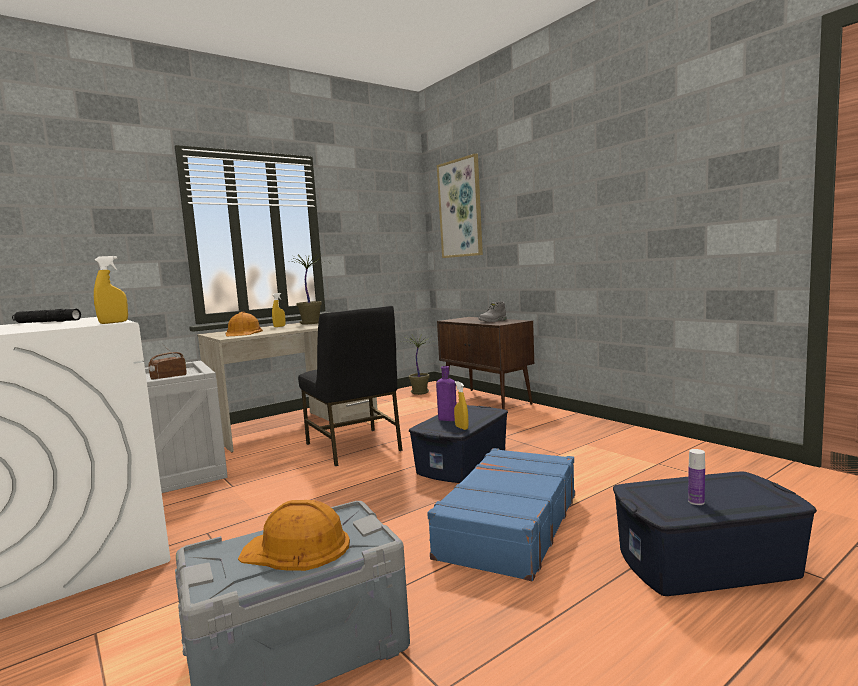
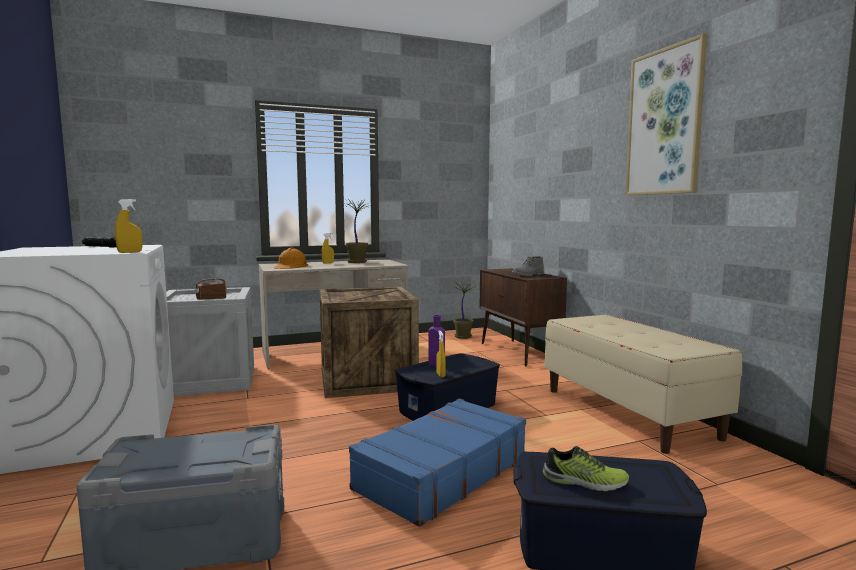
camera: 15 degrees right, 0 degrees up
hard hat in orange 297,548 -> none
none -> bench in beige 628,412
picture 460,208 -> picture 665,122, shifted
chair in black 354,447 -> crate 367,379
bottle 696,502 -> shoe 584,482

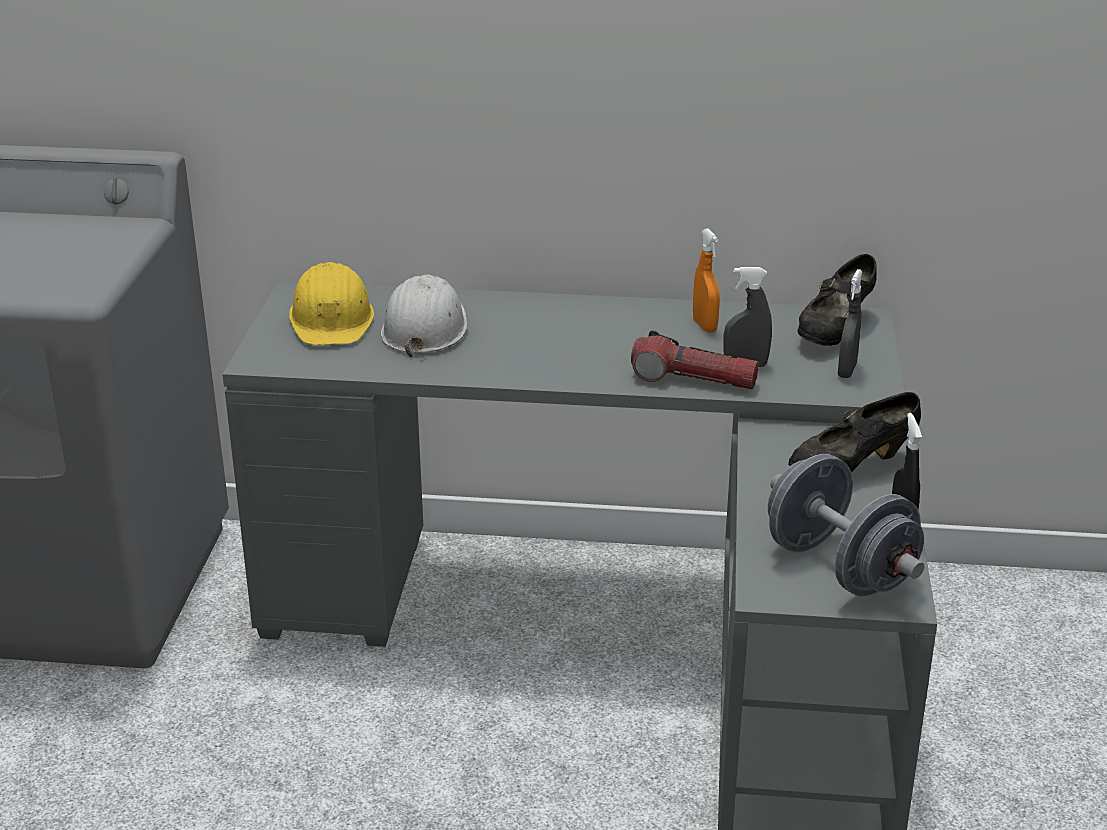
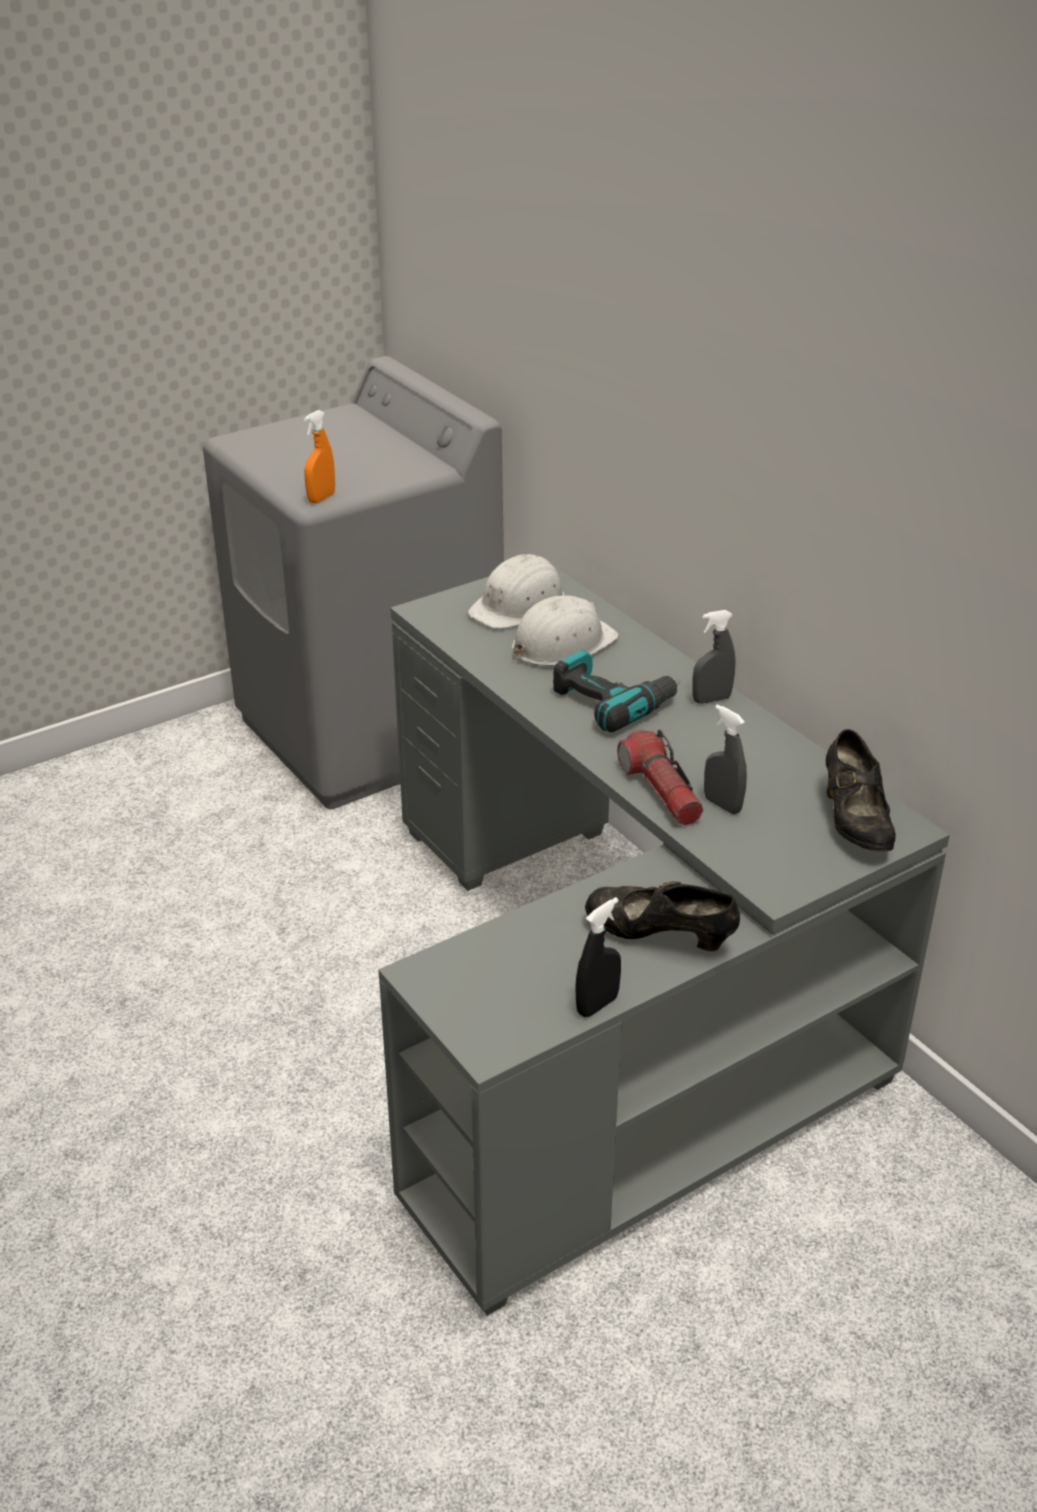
camera: 50 degrees right, 5 degrees up
dumbbell in grey 839,568 -> none
none -> power drill 612,702
spray bottle in orange 704,326 -> spray bottle in orange 321,498, shifted
spray bottle in grey 847,371 -> spray bottle in grey 711,699, shifted
hard hat in yellow 332,320 -> hard hat in white 519,605
shoe in black 834,331 -> shoe in black 854,823, 90 degrees counterclockwise

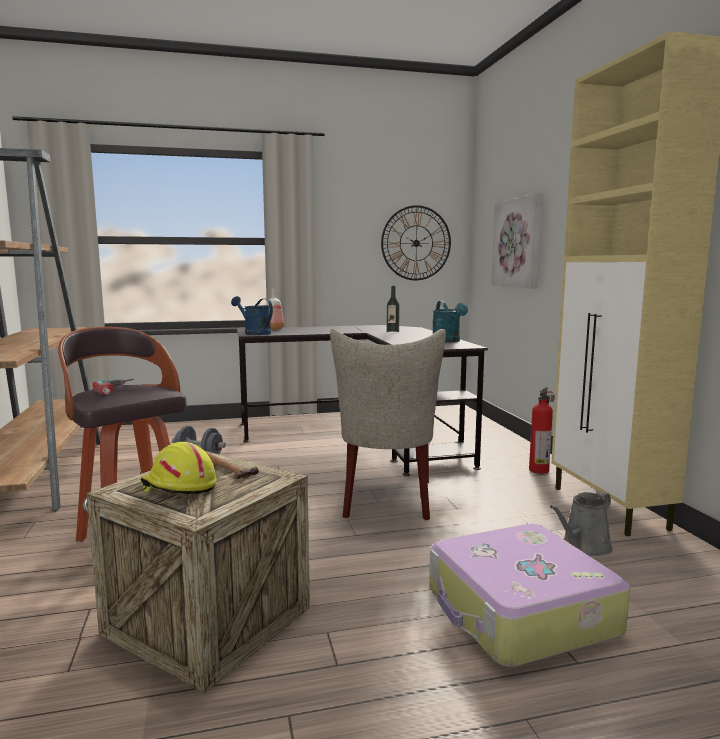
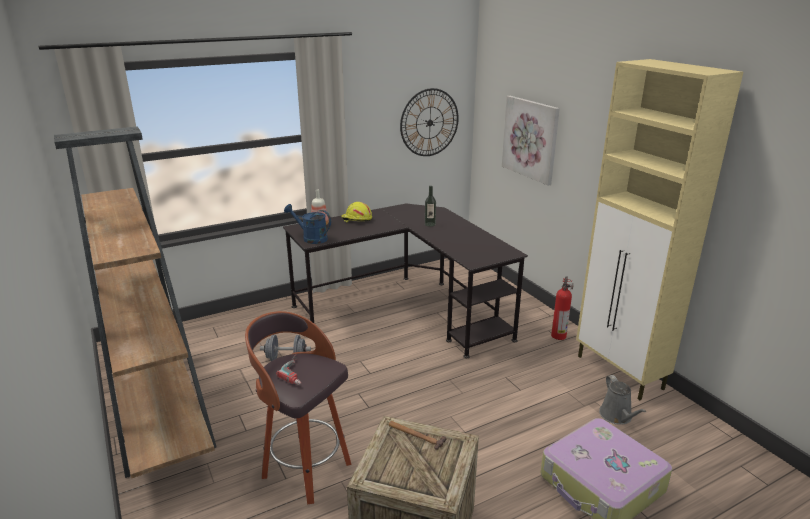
camera: 15 degrees left, 15 degrees up
chair in beige 387,501 -> none
watering can in turquoise 448,341 -> none
hard hat in yellow 178,487 -> hard hat in yellow 356,219, shifted
watering can in grey 583,547 -> watering can in grey 617,416, 45 degrees counterclockwise

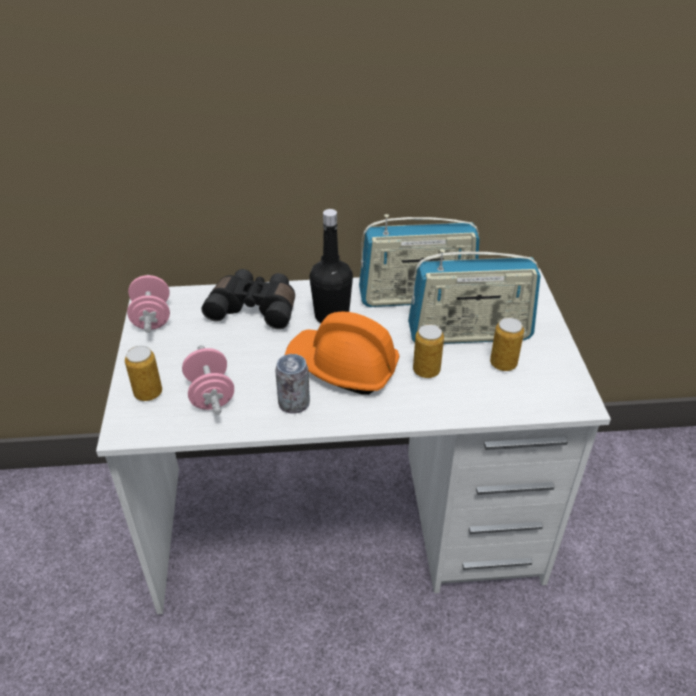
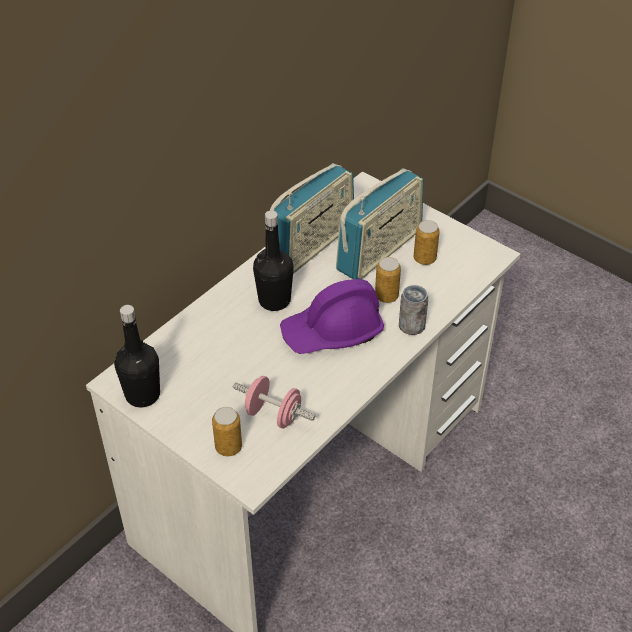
camera: 45 degrees left, 5 degrees up
binoculars in black 255,308 -> none
can 294,403 -> can 411,326, shifted
dumbbell in pink 152,318 -> bottle in black 142,395
hard hat in orange 342,367 -> hard hat in purple 332,332

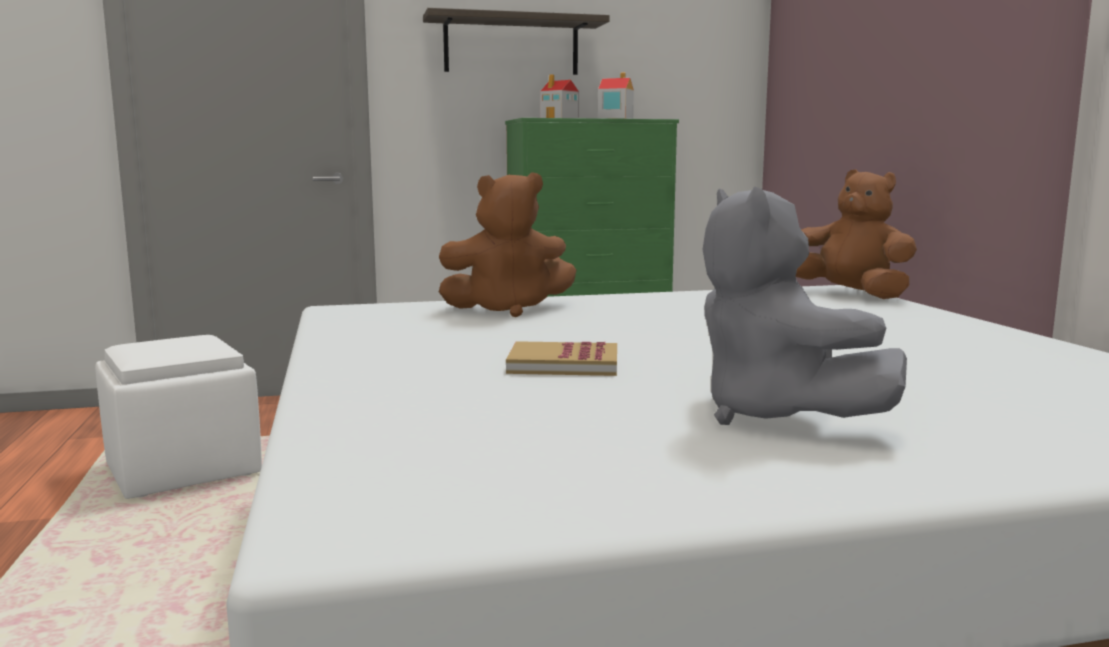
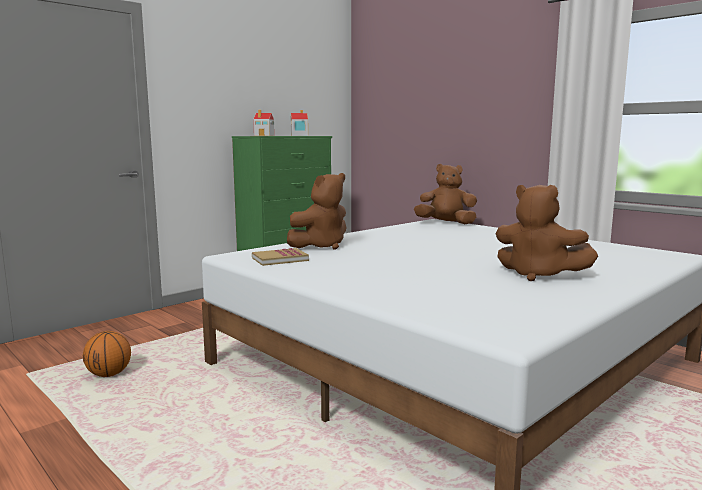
camera: 30 degrees left, 0 degrees up
shelf 511,46 -> none
book 563,364 -> book 280,259, shifted
ottoman in white 181,470 -> basketball 109,374
plush toy in grey 775,415 -> plush toy in brown 538,275

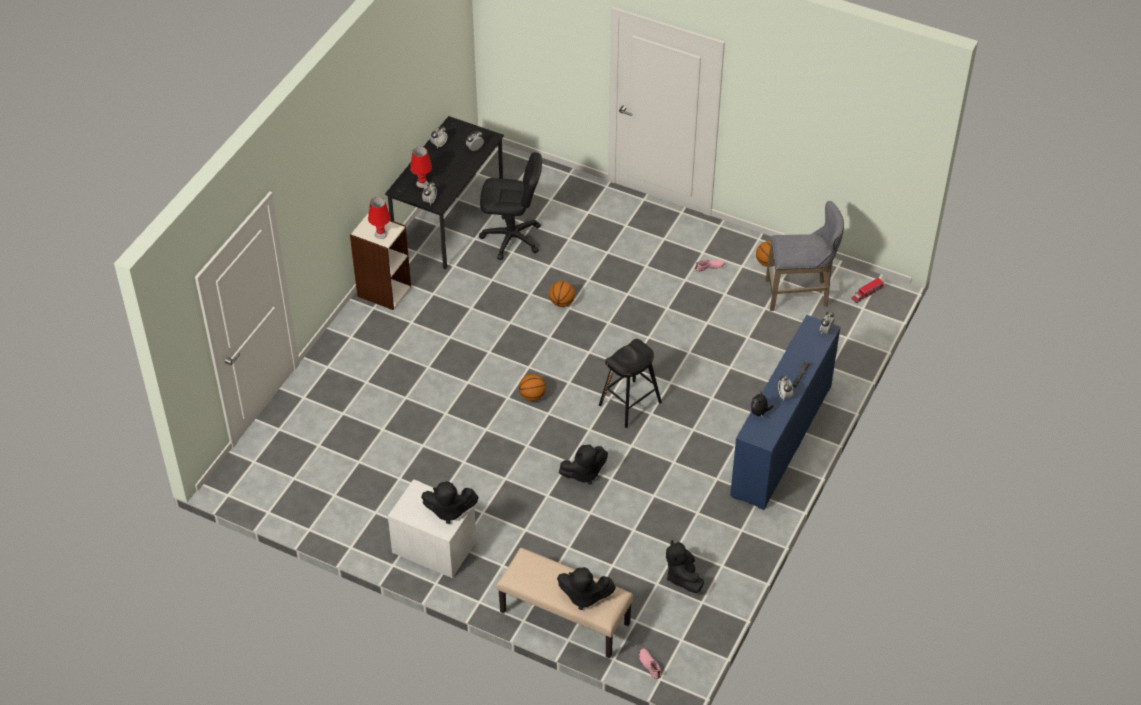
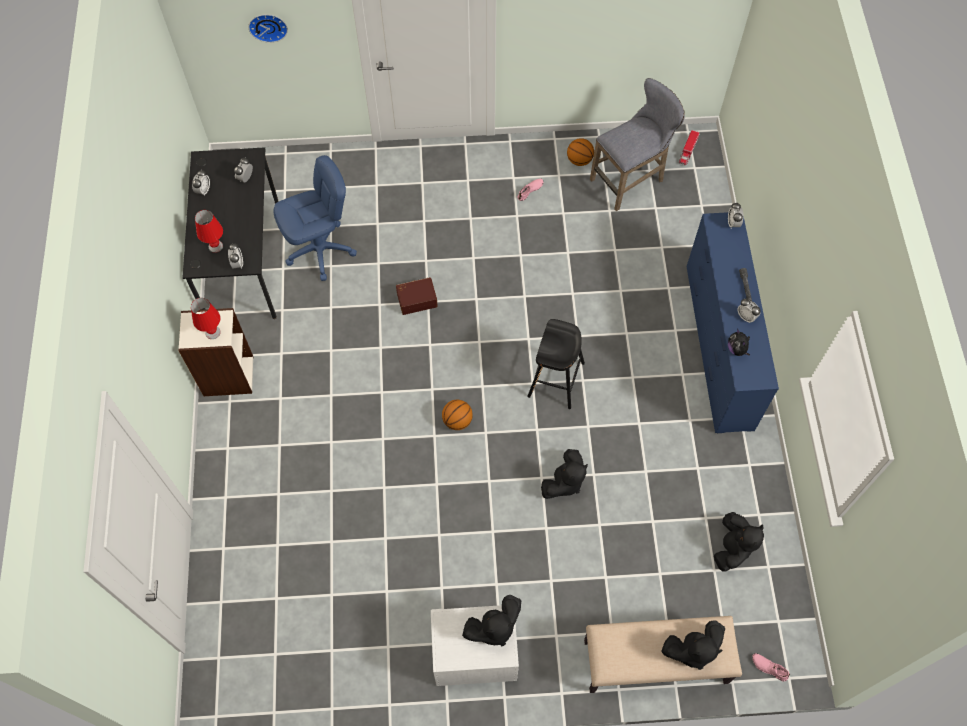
camera: 30 degrees left, 15 degrees up
none -> wall clock 268,26
basketball 561,302 -> storage box in brown 416,299
office chair in black 512,238 -> office chair in blue 320,250
plush toy in black 682,577 -> plush toy in black 732,548, 120 degrees counterclockwise

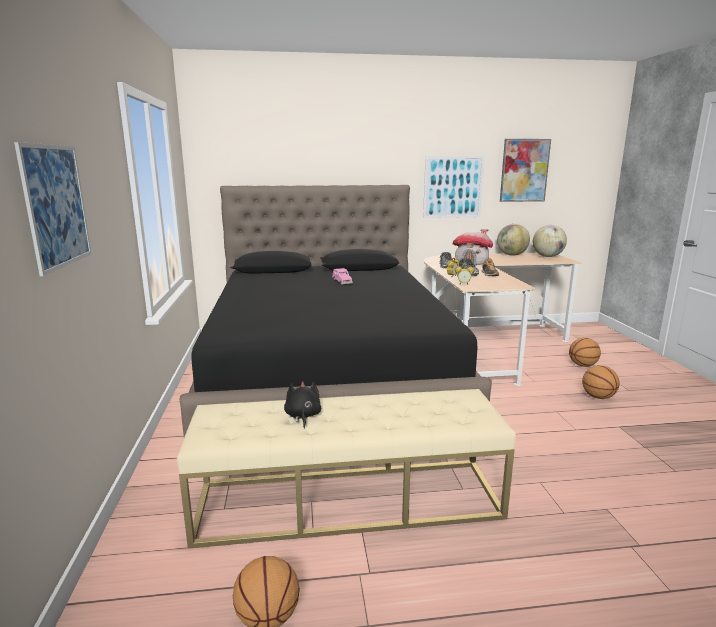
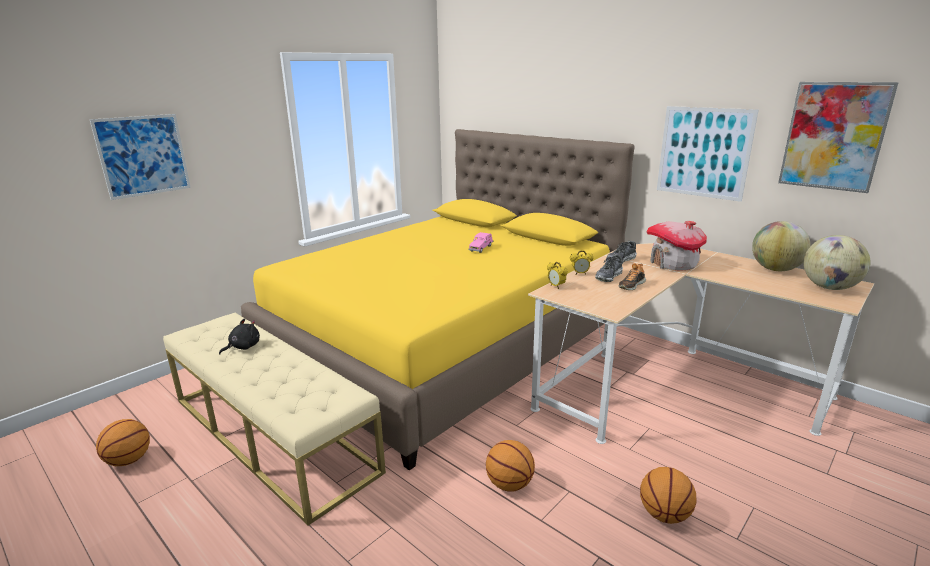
camera: 50 degrees right, 5 degrees up
basketball 582,365 -> basketball 510,484, shifted
bed in black 328,382 -> bed in yellow 445,344

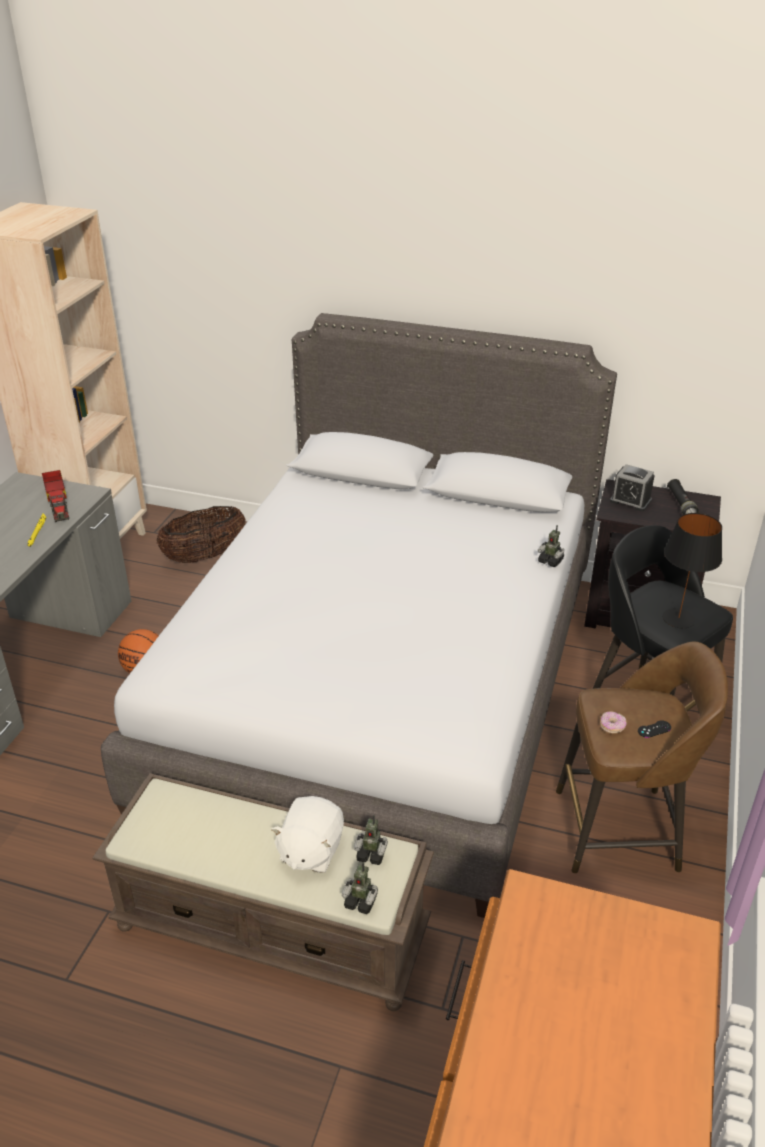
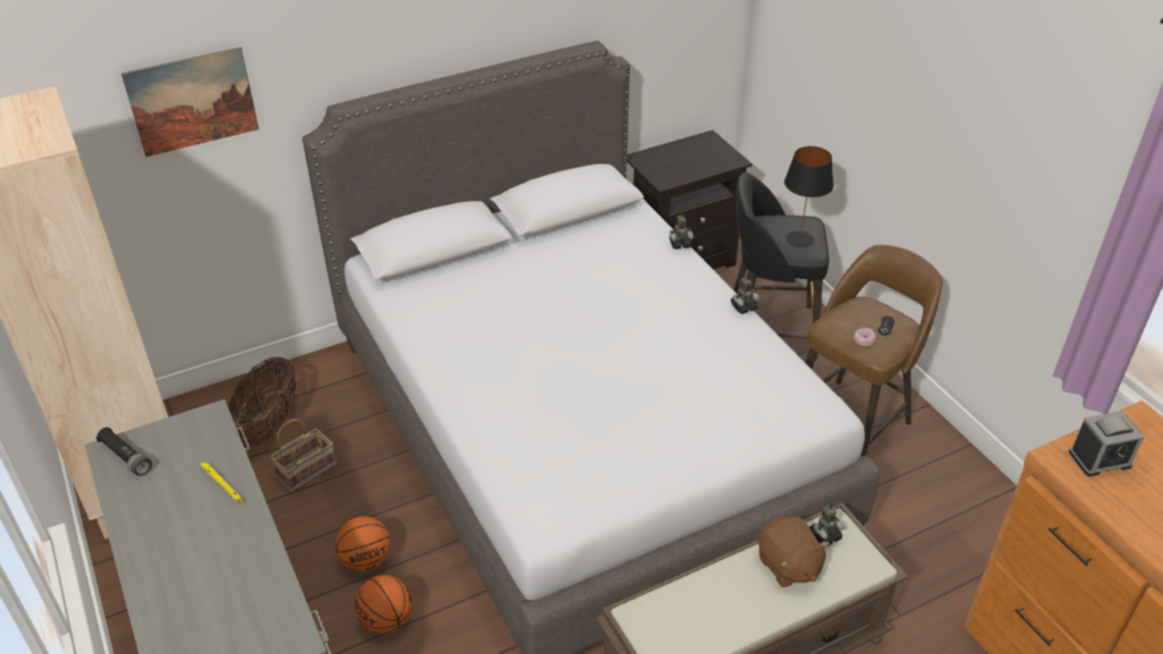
camera: 45 degrees left, 5 degrees up
toy truck 58,503 -> none
none -> picture 192,101
none -> basket 307,470
none -> basketball 386,621
toy robot 361,901 -> toy robot 743,307, shifted
alarm clock 630,501 -> alarm clock 1099,459, shifted
flashlight in black 681,504 -> flashlight in black 126,457, shifted
plush toy in white 310,850 -> plush toy in brown 788,565

